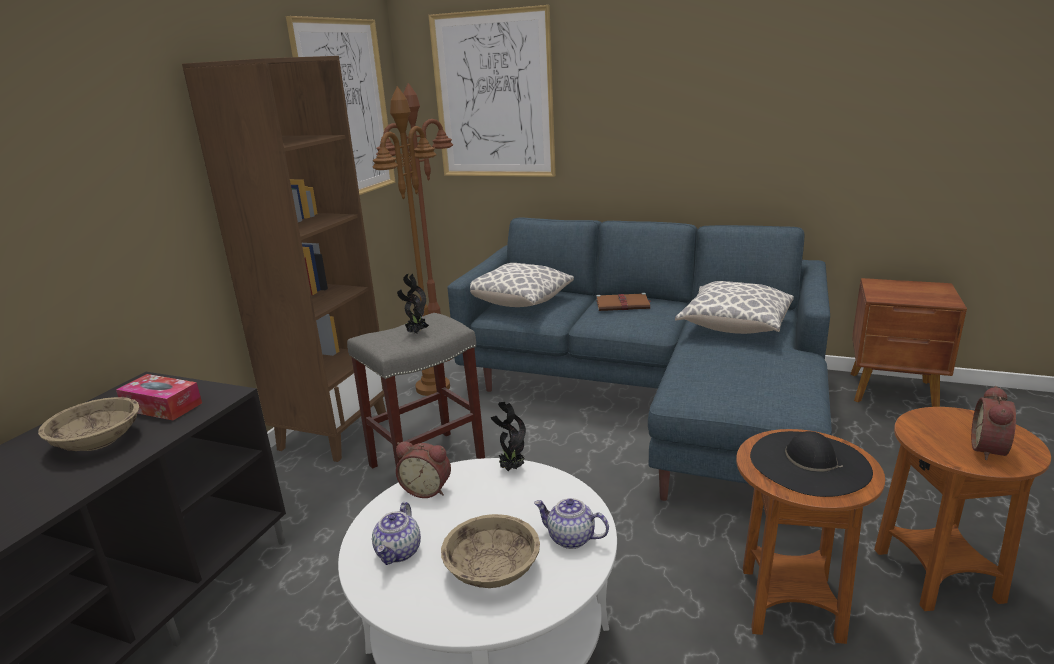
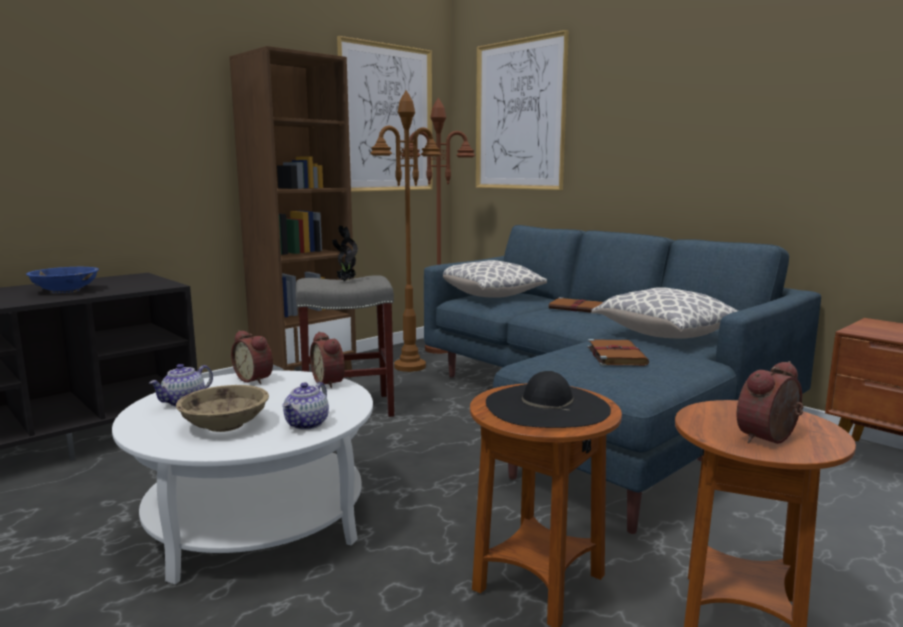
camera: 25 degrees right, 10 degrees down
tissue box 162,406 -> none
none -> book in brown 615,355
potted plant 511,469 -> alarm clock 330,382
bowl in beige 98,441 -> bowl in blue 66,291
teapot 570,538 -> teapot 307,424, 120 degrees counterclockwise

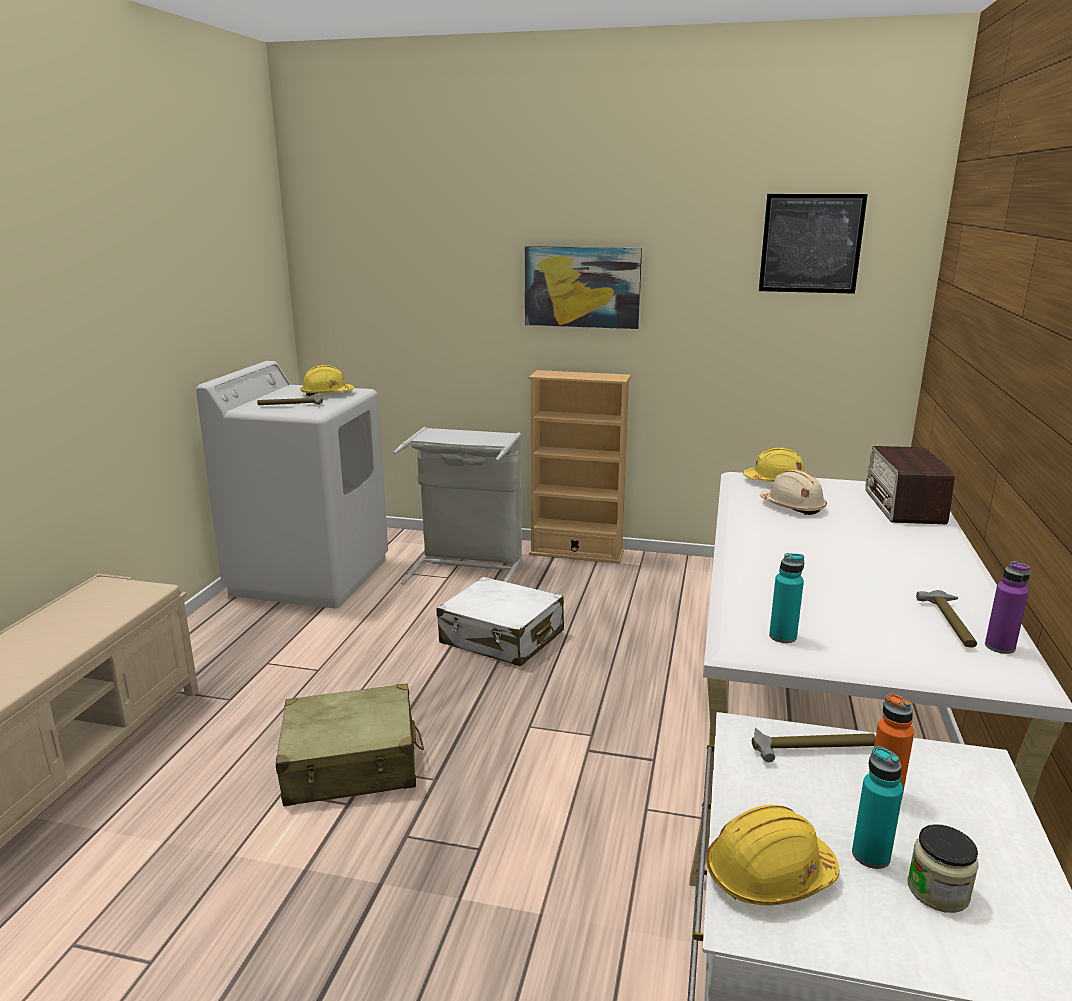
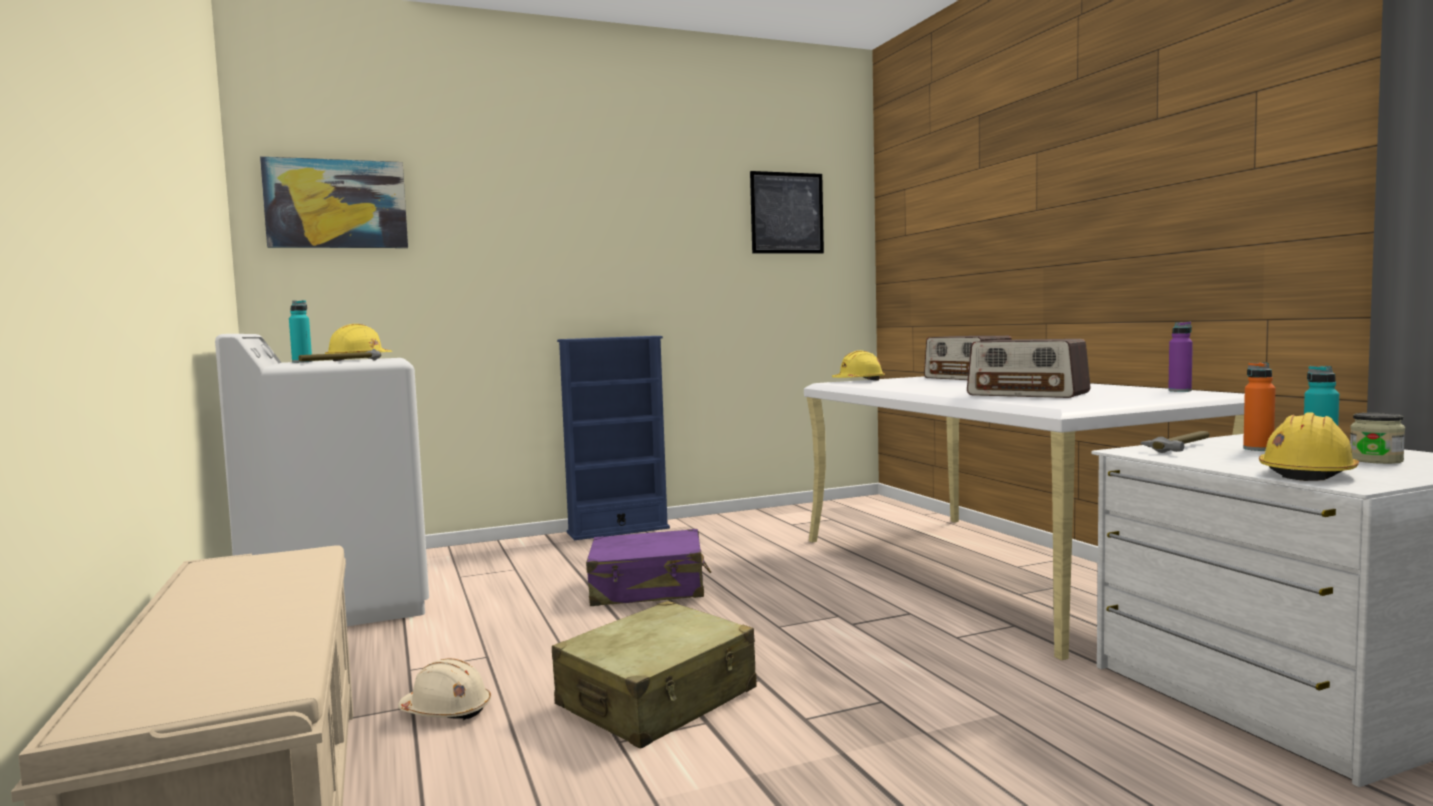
camera: 35 degrees left, 15 degrees down
laundry basket in grey 467,567 -> none
hammer 950,624 -> none
none -> radio 1028,394
picture 582,287 -> picture 336,204, shifted
hard hat in beige 792,506 -> hard hat in beige 446,711, shifted
bottle in turquoise 782,636 -> bottle in turquoise 302,362, shifted
suitcase in white 502,638 -> suitcase in purple 648,588
bookcase in beige 576,553 -> bookcase in blue 618,530

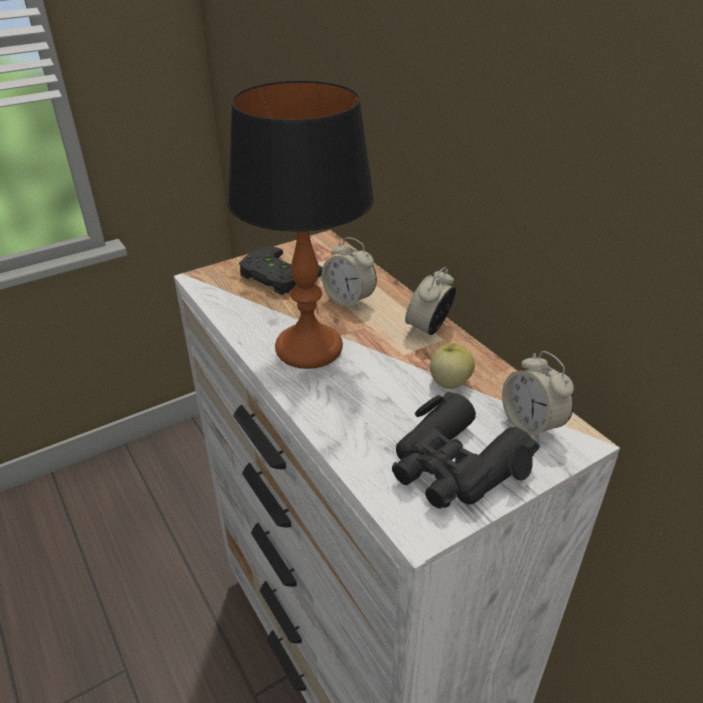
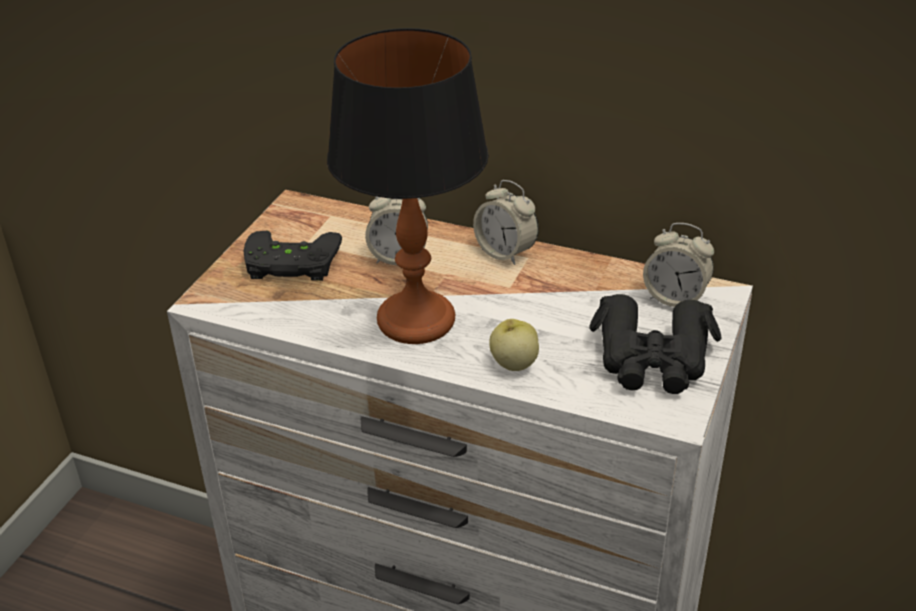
camera: 35 degrees left, 0 degrees up
apple 449,382 -> apple 513,363, shifted
alarm clock 428,328 -> alarm clock 505,252, 45 degrees counterclockwise

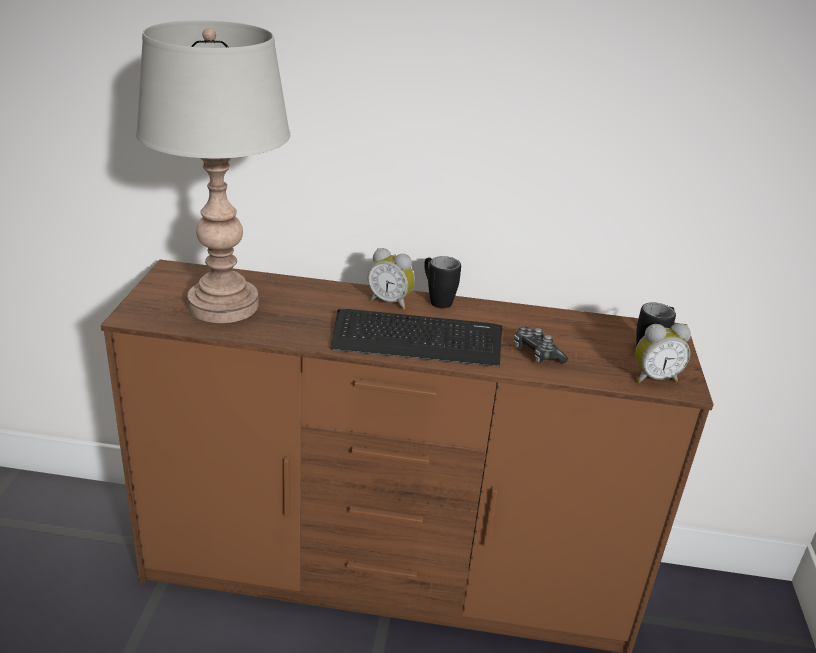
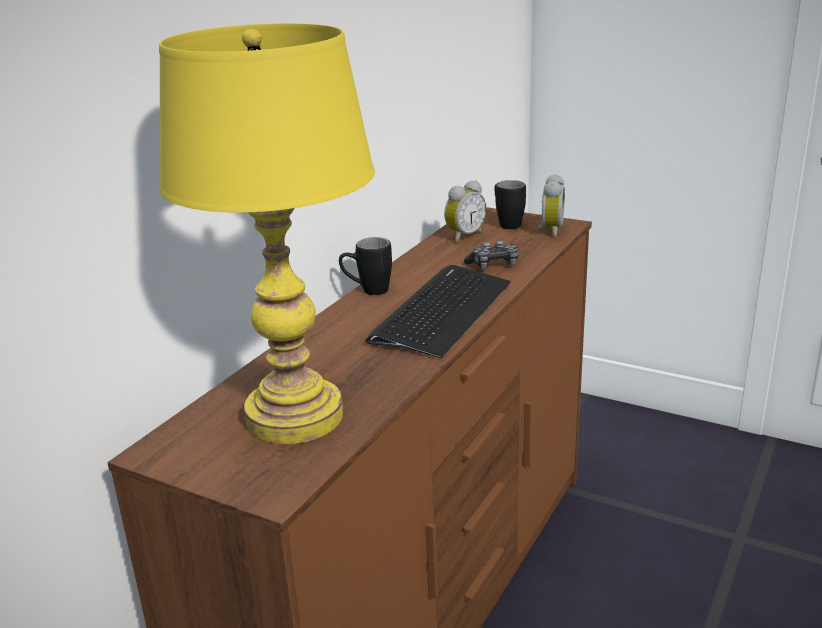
camera: 65 degrees left, 5 degrees down
alarm clock 390,302 -> alarm clock 463,236, shifted
table lamp in grey 223,306 -> table lamp in yellow 295,417

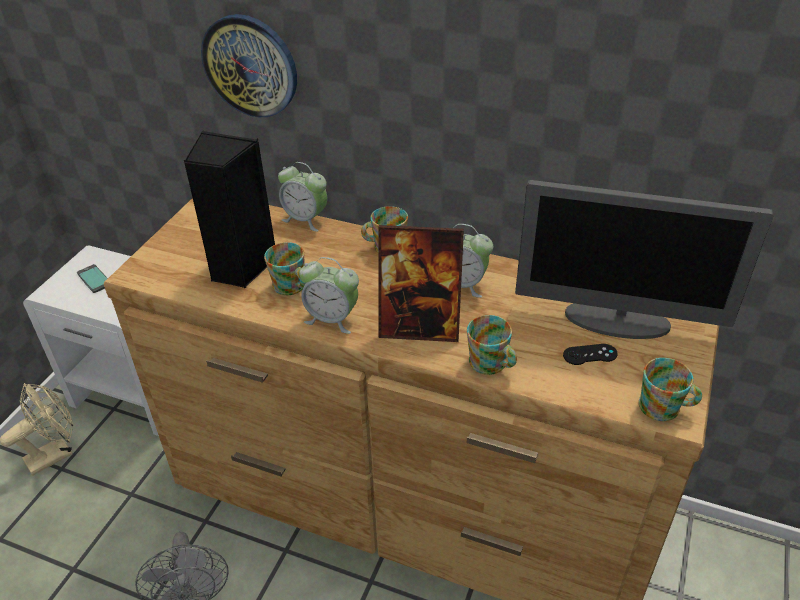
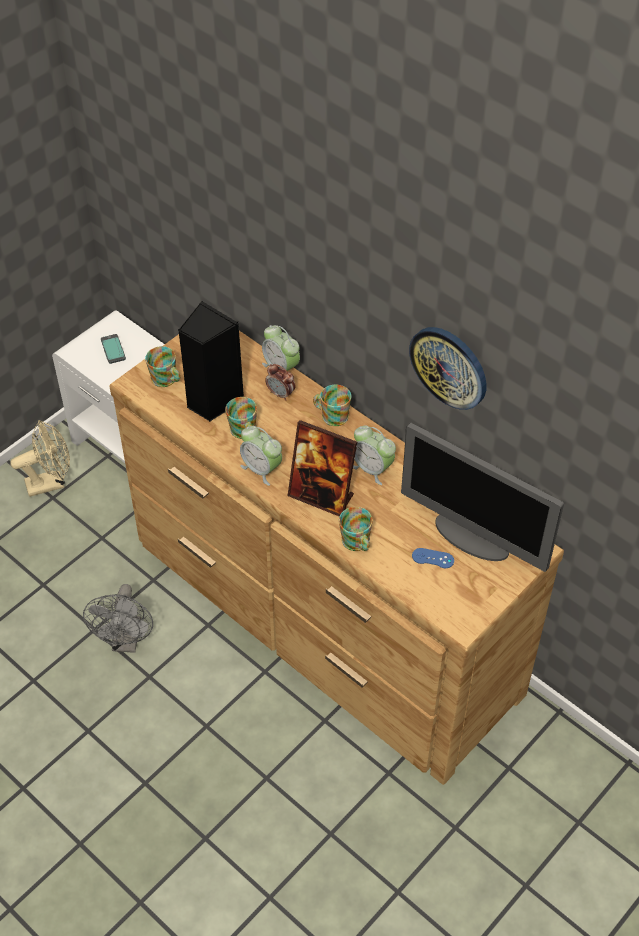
camera: 20 degrees right, 10 degrees up
none -> alarm clock 281,394
wall clock 250,66 -> wall clock 449,366, shifted
mug 665,408 -> mug 166,380, shifted
game controller in black 590,354 -> game controller in blue 433,558

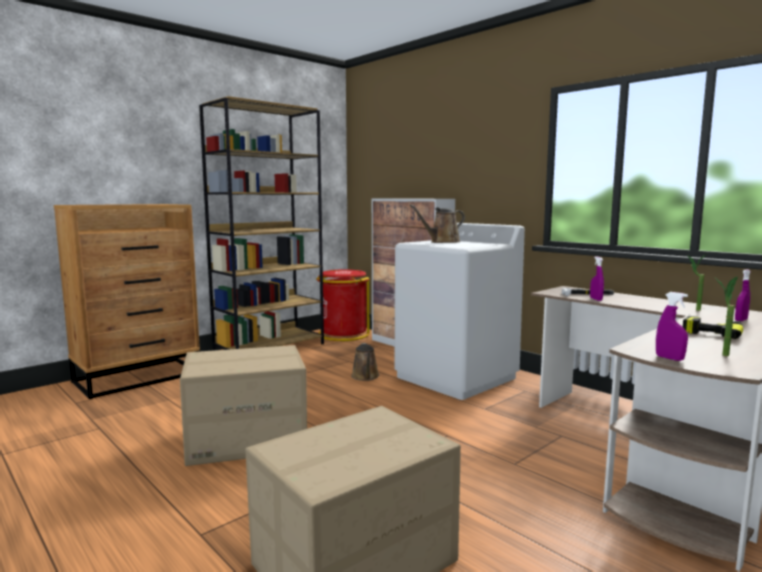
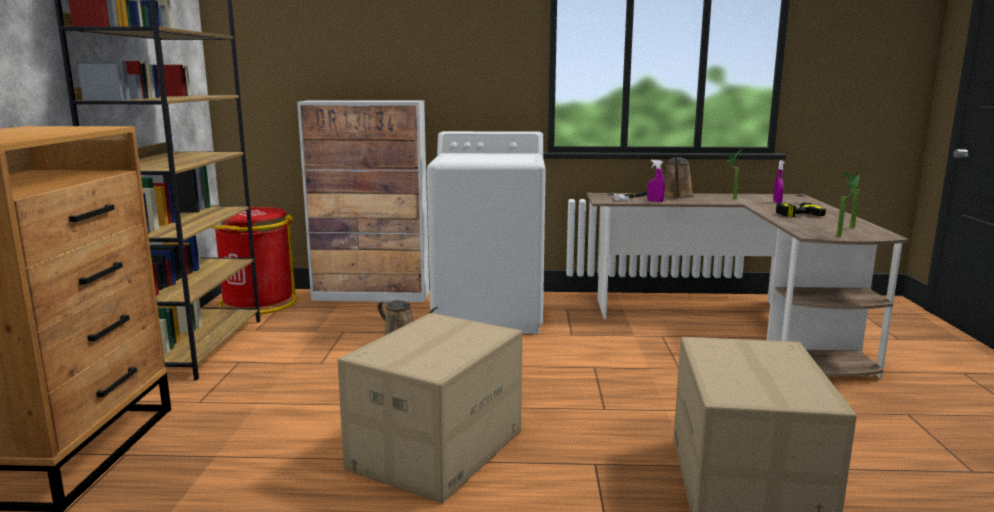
camera: 45 degrees left, 5 degrees up
watering can in brown 442,242 -> watering can in brown 676,196, shifted
spray bottle in purple 669,358 -> potted plant 843,236

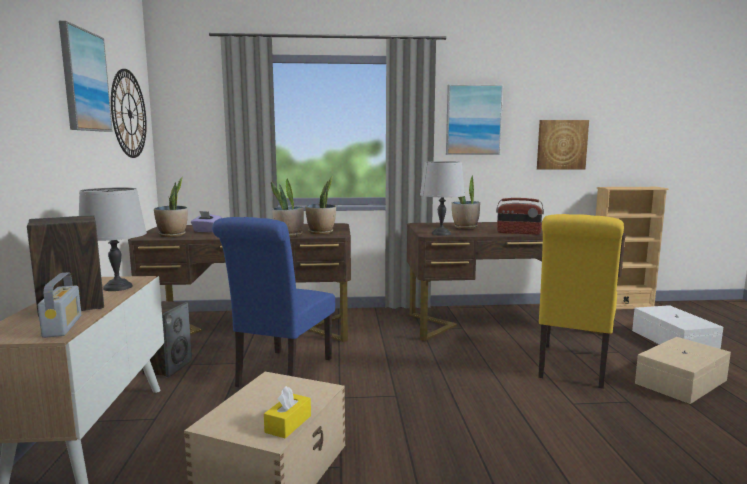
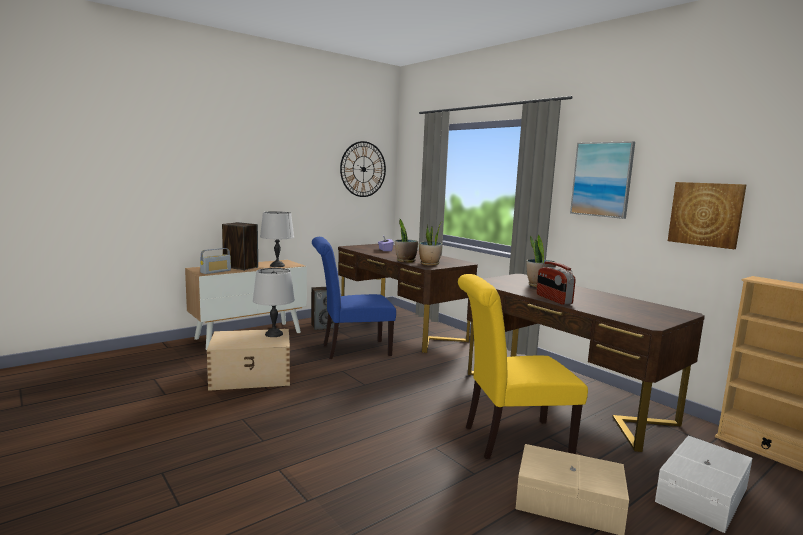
camera: 55 degrees right, 0 degrees up
picture 84,81 -> none
potted plant 173,235 -> none
tissue box in yellow 288,424 -> none
table lamp in grey 440,233 -> table lamp in grey 274,334, shifted

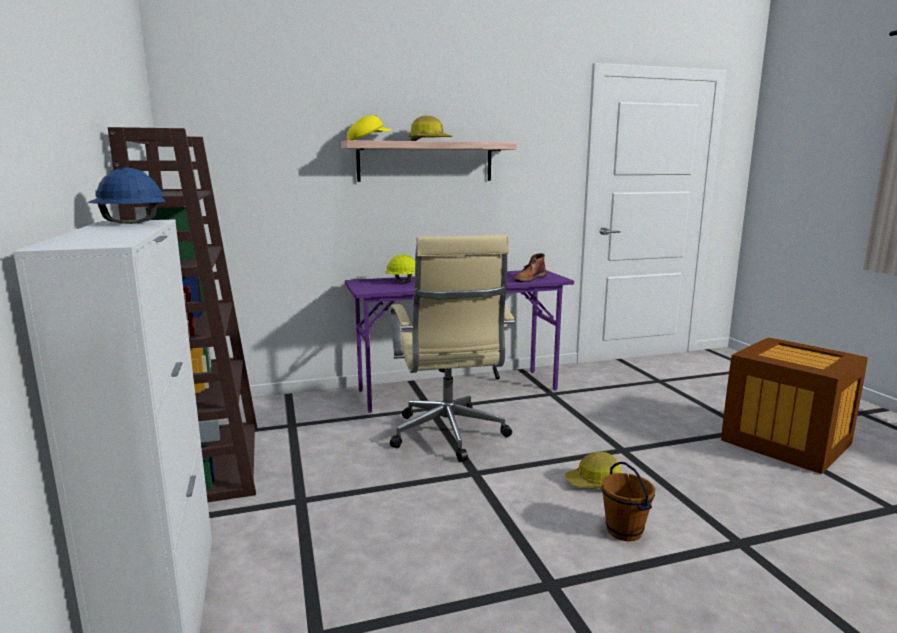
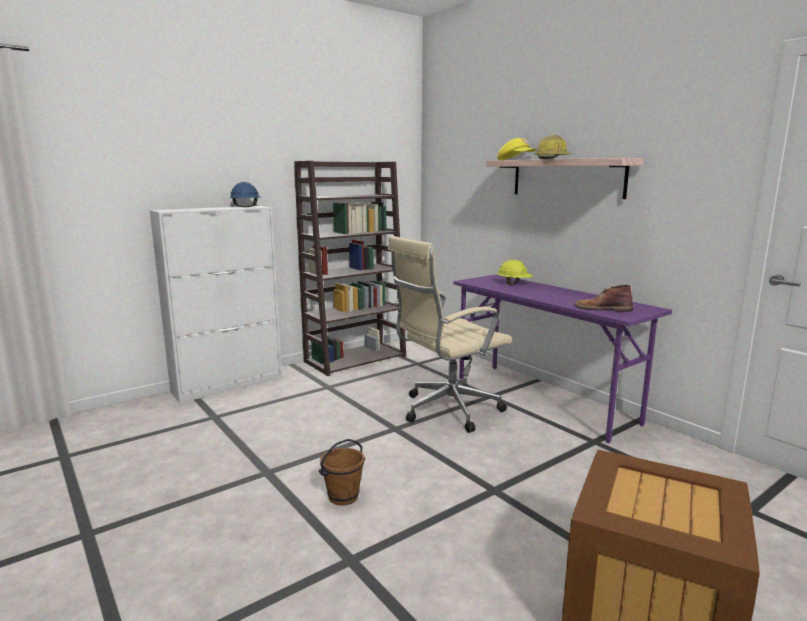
camera: 70 degrees right, 0 degrees up
hard hat 595,482 -> none

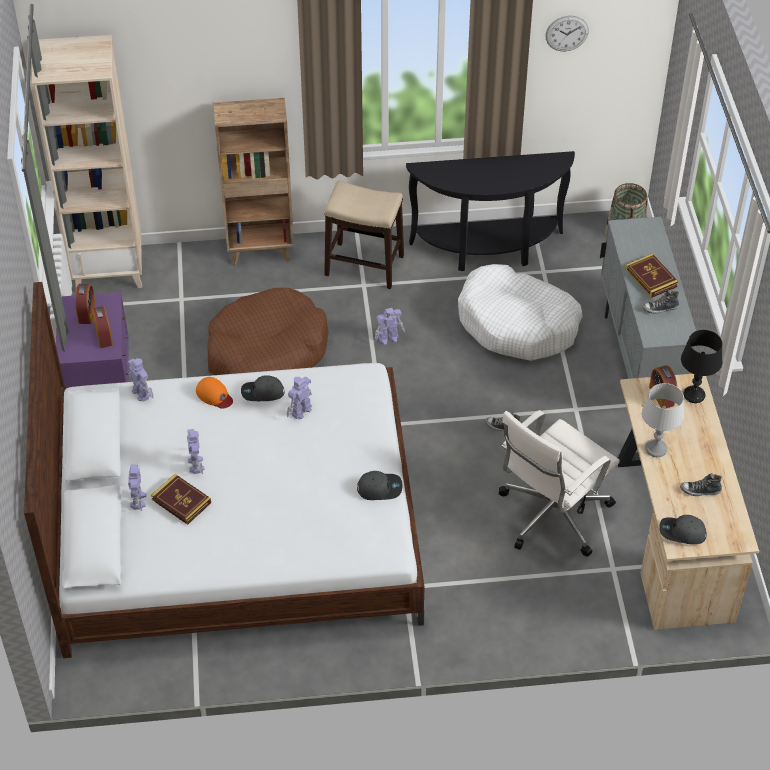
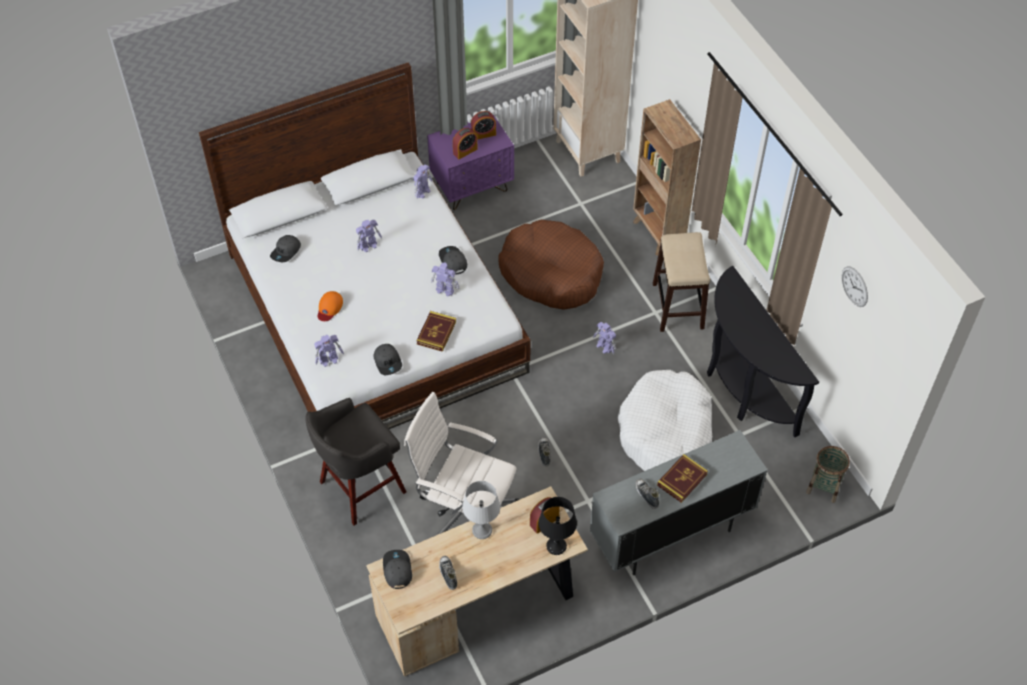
camera: 70 degrees right, 5 degrees up
none -> cap in grey 286,252
none -> stool in grey 360,488
toy robot 138,500 -> toy robot 329,360, shifted
book 181,501 -> book 436,333, shifted
cap in orange 214,395 -> cap in orange 329,307, shifted

